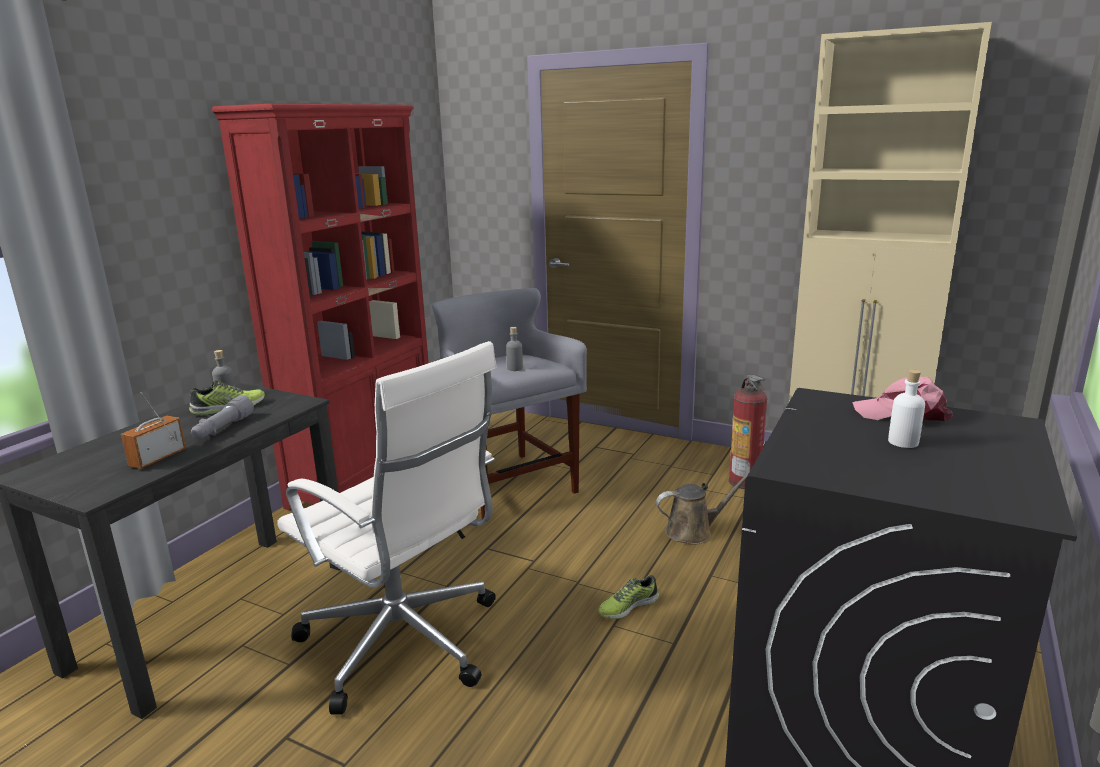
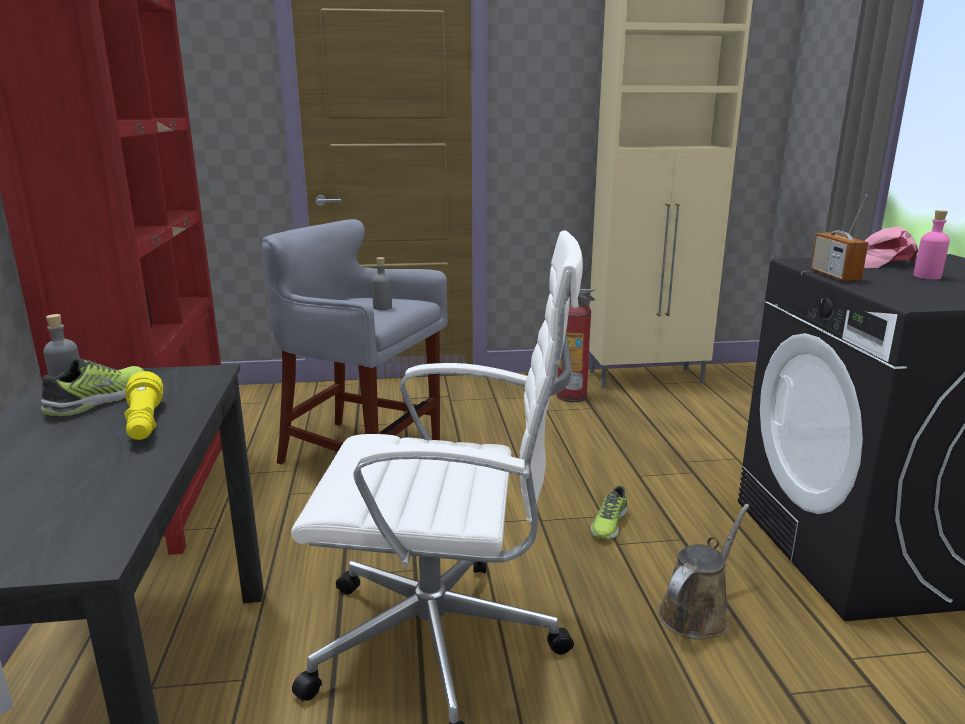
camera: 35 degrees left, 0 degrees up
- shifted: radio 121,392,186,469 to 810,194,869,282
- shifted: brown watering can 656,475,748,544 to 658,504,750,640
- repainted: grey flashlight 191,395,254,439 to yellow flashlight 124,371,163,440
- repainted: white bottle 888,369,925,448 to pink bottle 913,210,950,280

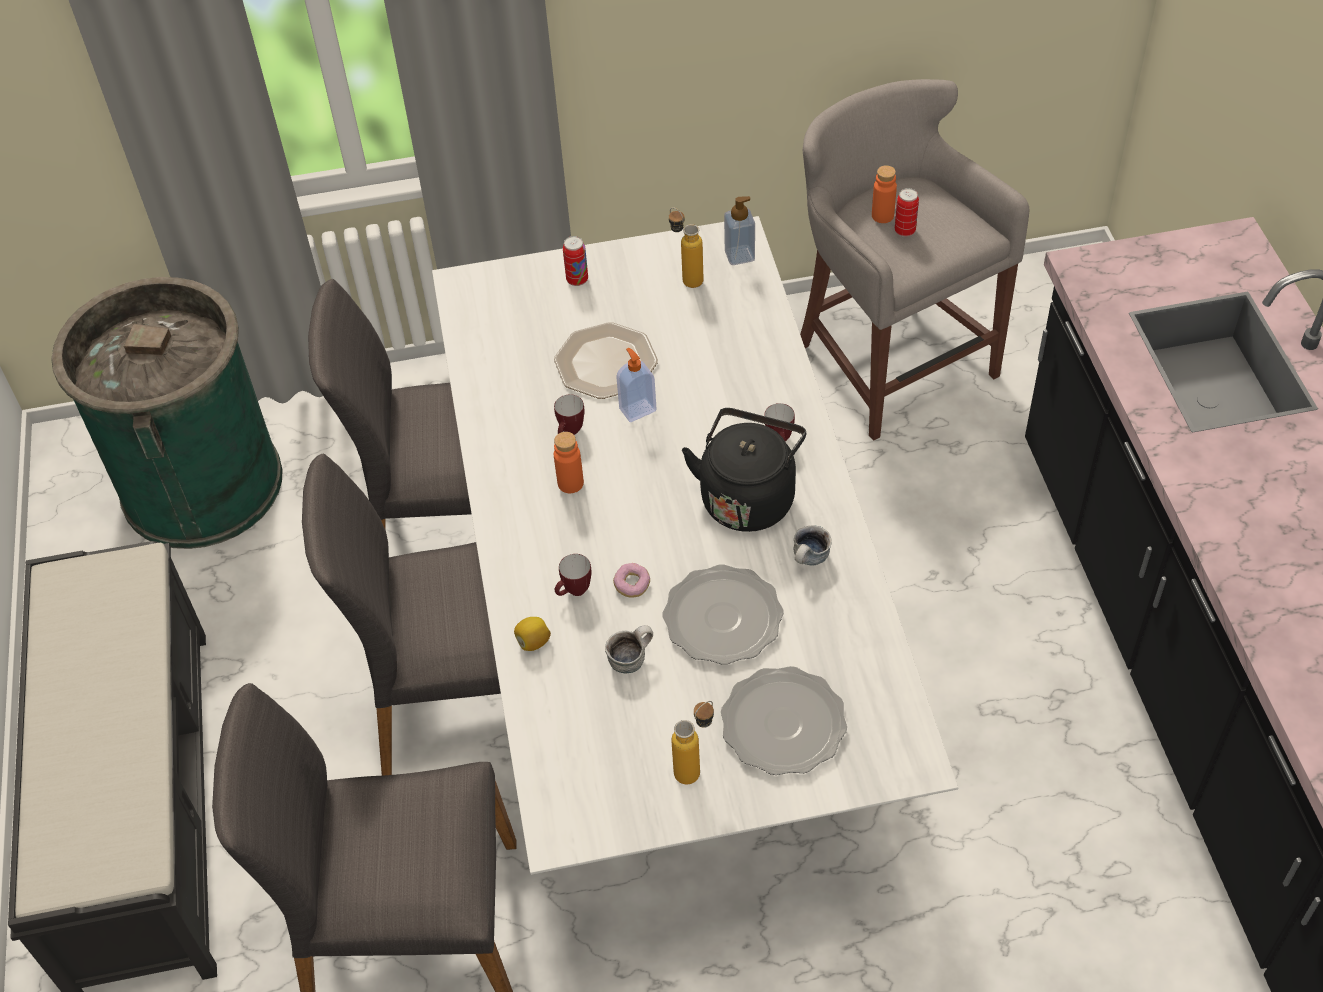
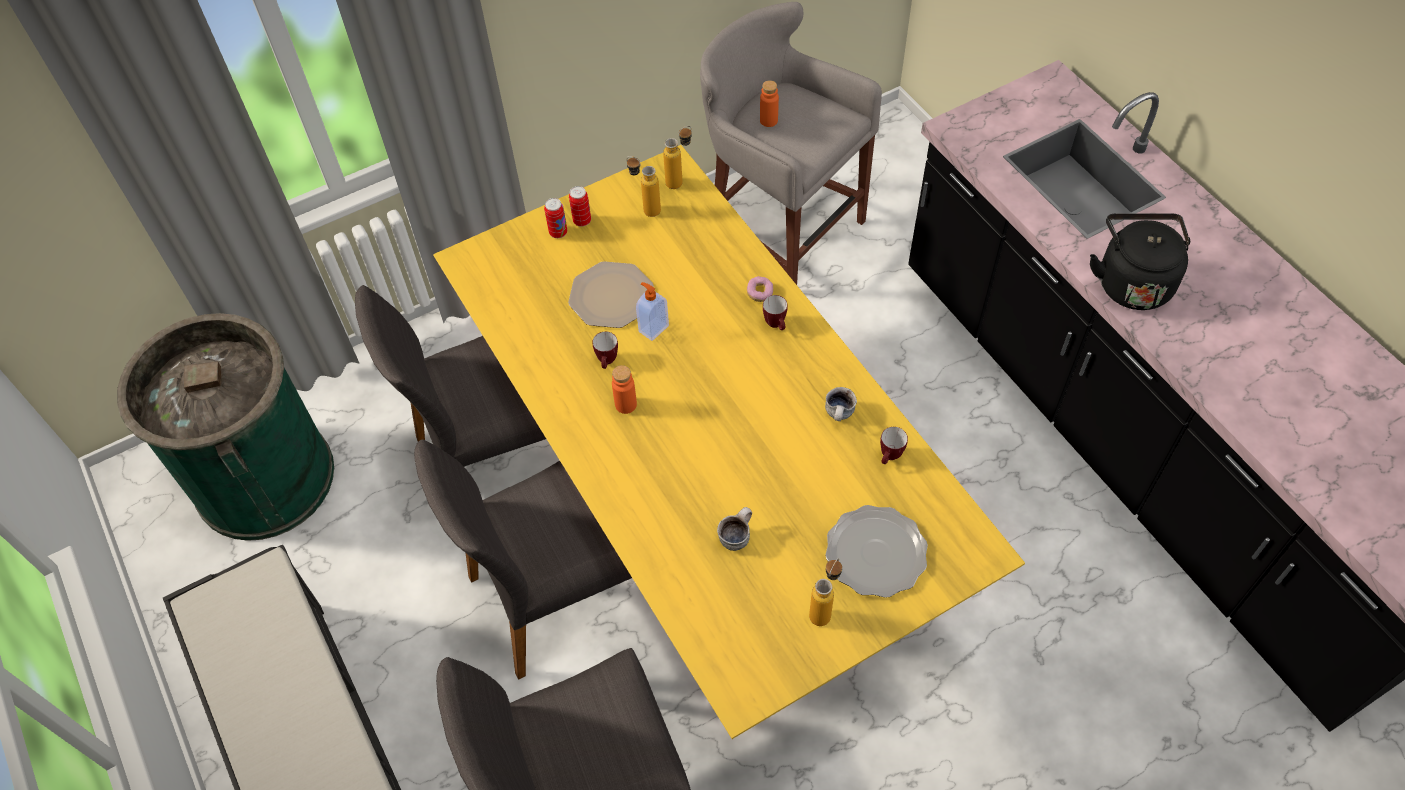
camera: 20 degrees left, 5 degrees up
- gone: lemon 514,617,551,651
- gone: plate 662,564,784,665
- shifted: mug 555,554,591,596 to 880,427,908,464
- shifted: donut 613,563,650,598 to 747,276,773,302
- shifted: black kettle 682,408,806,532 to 1090,213,1190,310
- shifted: can 895,188,919,237 to 569,186,591,227
- swapped: soap dispenser 724,196,755,265 to bottle 663,126,692,189
- repainted: white dining table 432,216,959,875 to yellow dining table 433,145,1025,739

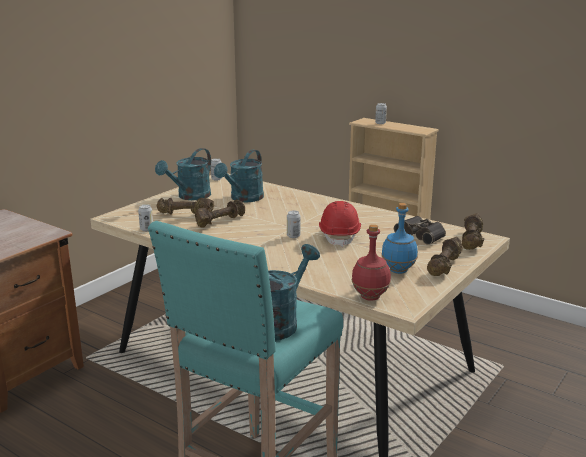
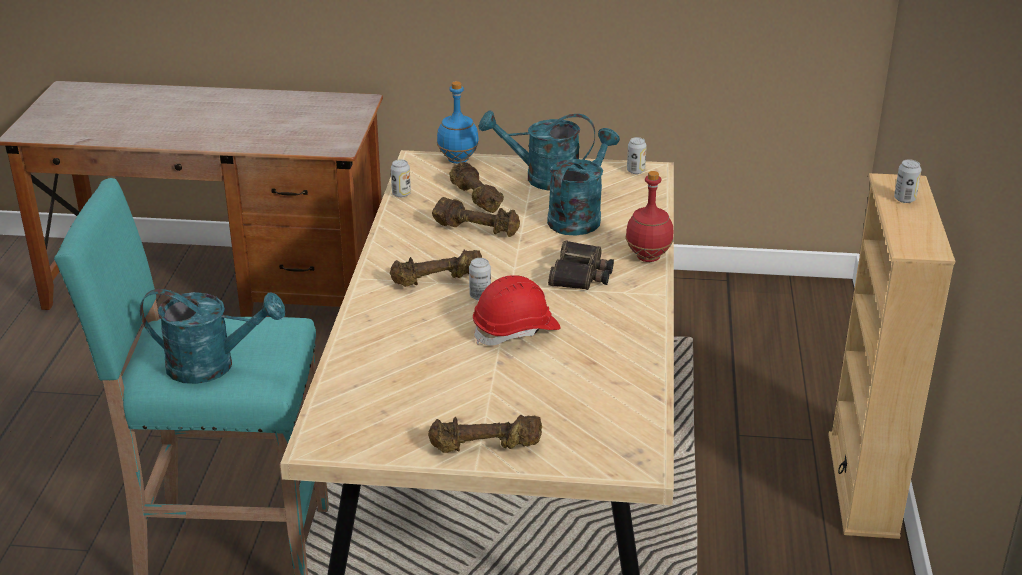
camera: 60 degrees right, 10 degrees up
- shifted: red bottle 352,224,391,301 to 625,171,674,262
- shifted: blue bottle 381,203,418,274 to 437,81,479,164
- shifted: binoculars 394,216,446,245 to 548,240,614,290
- shifted: brown dumbbell 462,213,484,250 to 390,249,482,287
- rotated: turquoise watering can 214,150,264,202 = 547,128,620,235 120 degrees clockwise

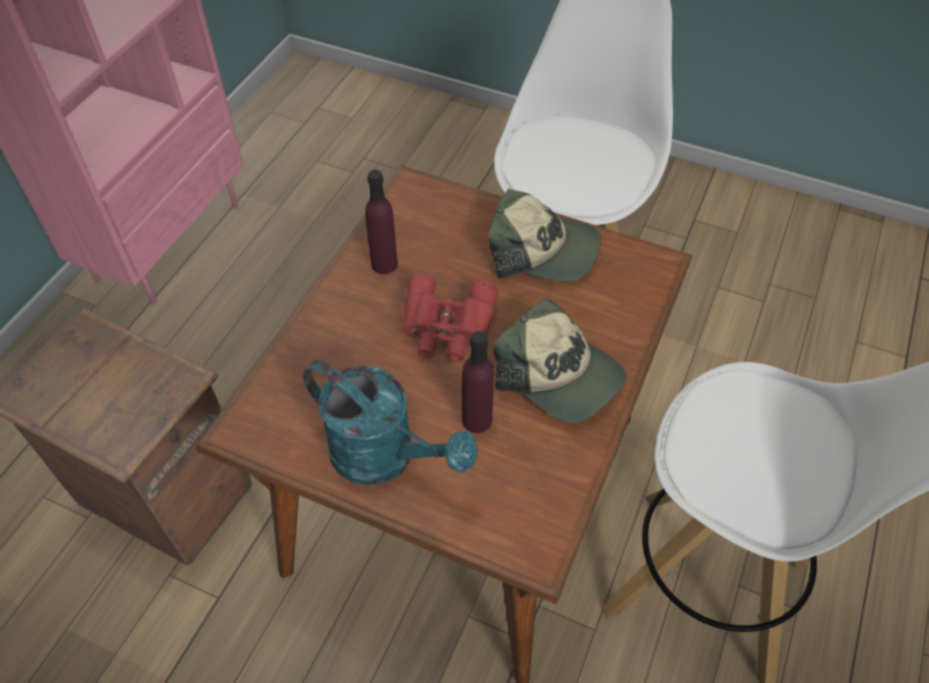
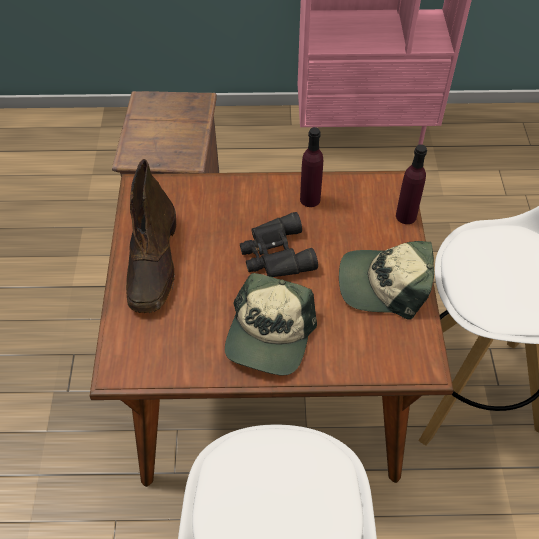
camera: 65 degrees right, 0 degrees up
- shifted: purple bottle 462,331,494,433 to 396,144,427,224
- swapped: turquoise watering can 303,360,478,486 to brown boot 126,159,176,313
- repainted: red binoculars 403,274,498,361 to black binoculars 240,212,318,277
- rotated: cap 488,189,601,282 = 339,241,434,320 105 degrees clockwise

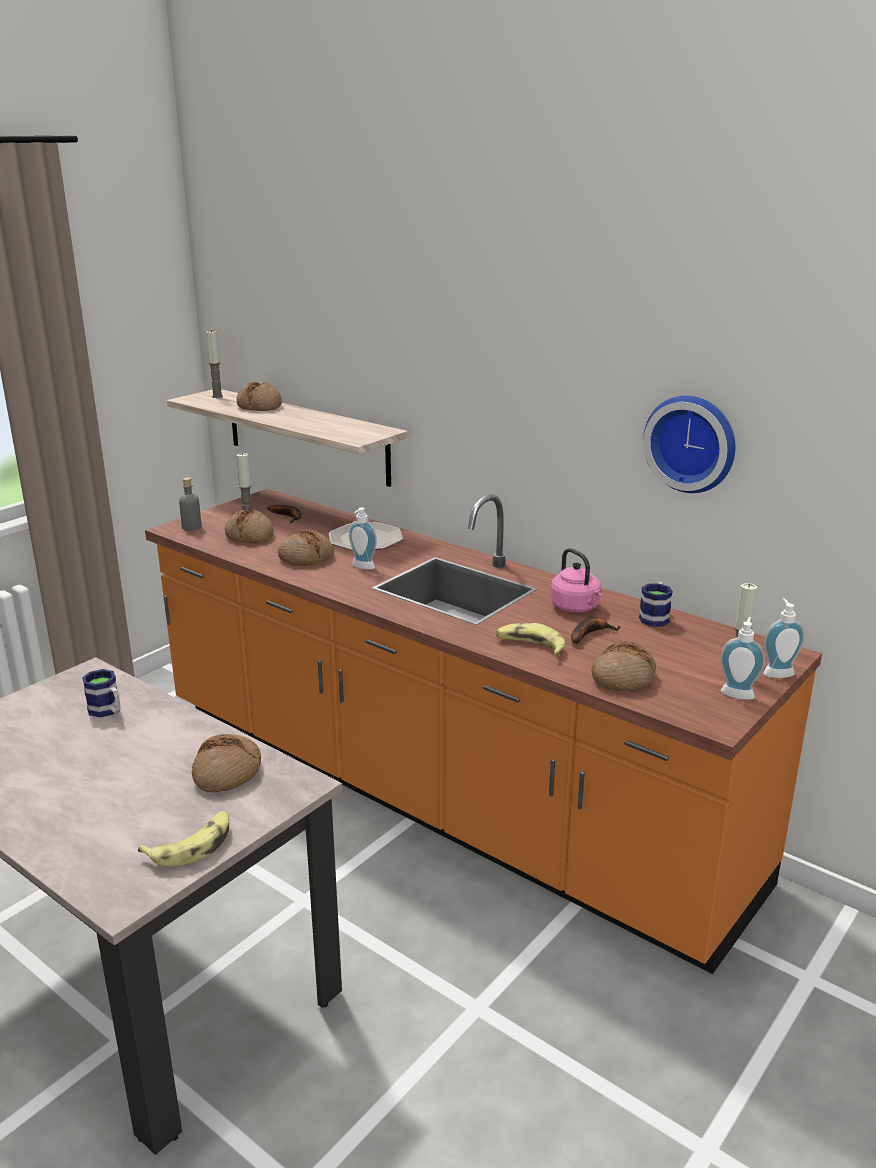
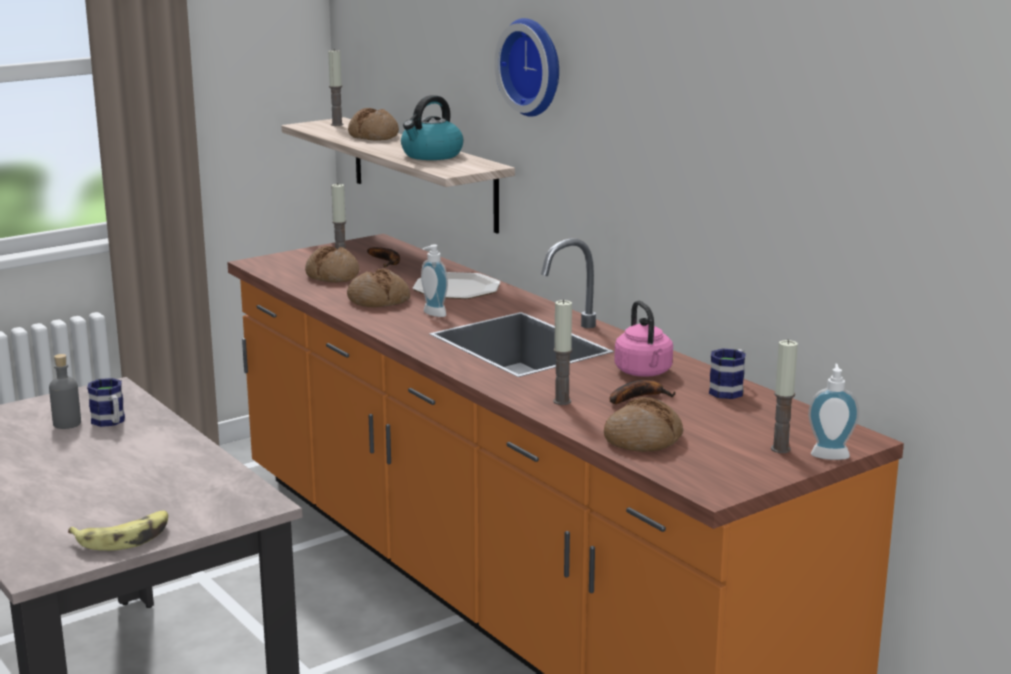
camera: 15 degrees right, 5 degrees down
- gone: bread 192,734,261,792
- gone: soap dispenser 720,617,765,700
- new: kettle 401,95,463,160
- shifted: grey bottle 179,477,201,531 to 49,354,81,429
- shifted: wall clock 643,396,736,493 to 495,18,559,117
- swapped: banana 496,623,565,656 to candle 553,299,572,405

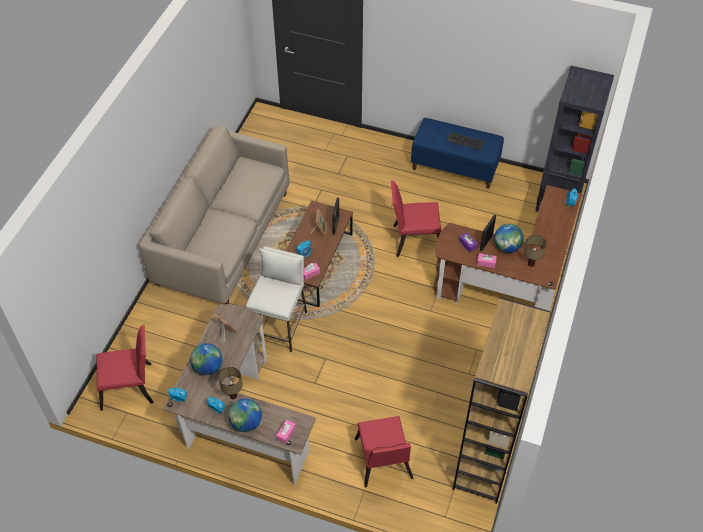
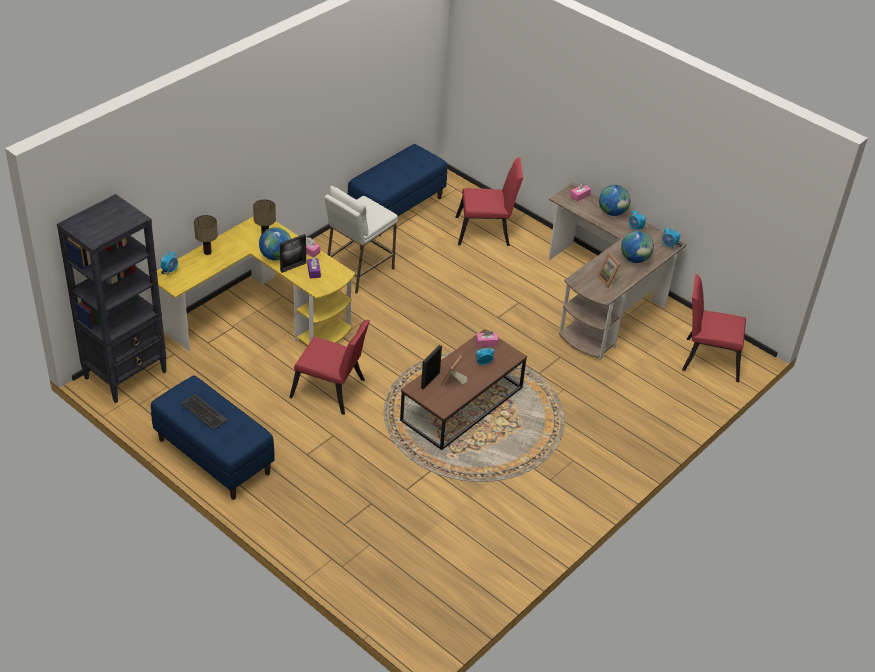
camera: 160 degrees left, 10 degrees down
- gone: beige sofa 139,125,290,304
- shifted: table lamp 218,367,243,399 to 194,215,218,255
- shifted: white stool 245,246,307,352 to 325,186,398,294
- swapped: brown bookcase 453,297,551,504 to blue bench 347,144,447,236
- repainted: brown desk 434,185,582,311 to yellow desk 157,216,355,351
- rotated: red chair 355,416,413,487 = 455,157,523,246 75 degrees clockwise

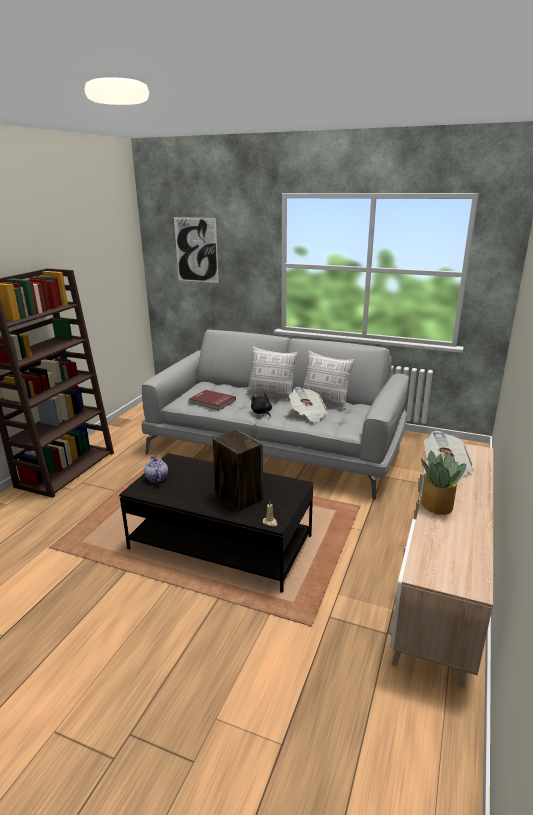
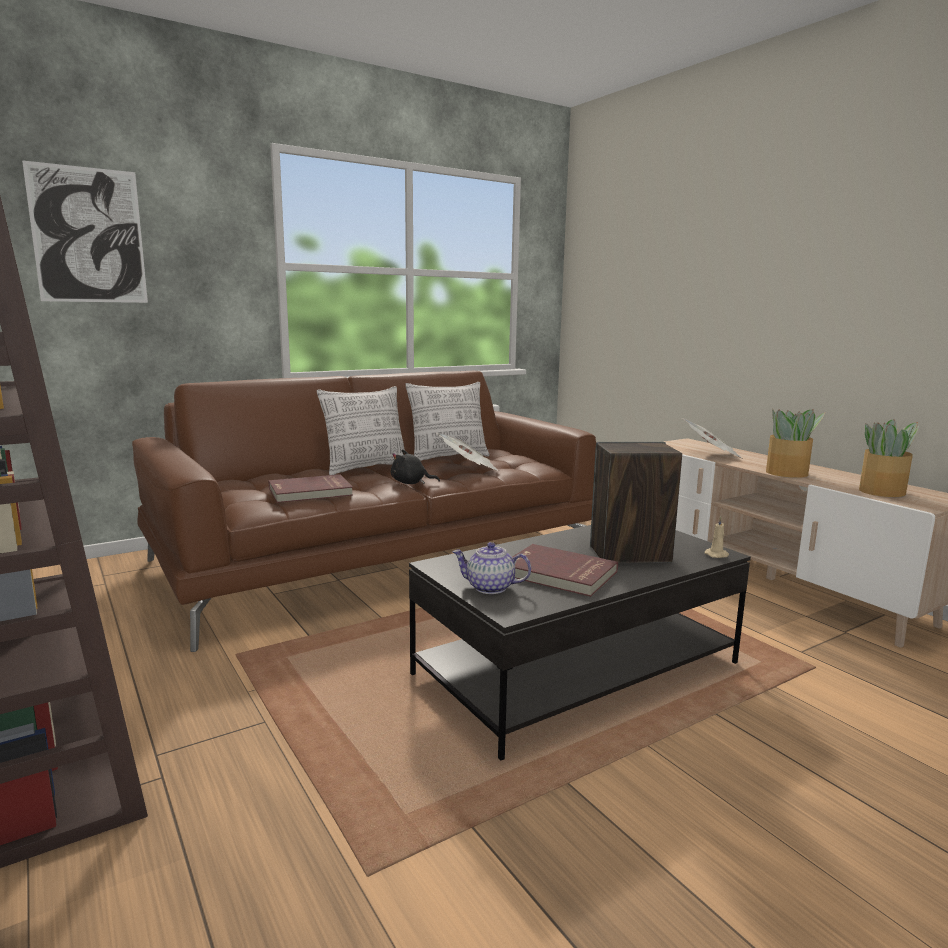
camera: 55 degrees left, 10 degrees down
- new: red book 512,544,618,597
- new: potted plant 859,419,919,497
- repainted: grey sofa 142,330,409,499 to brown sofa 132,371,596,652

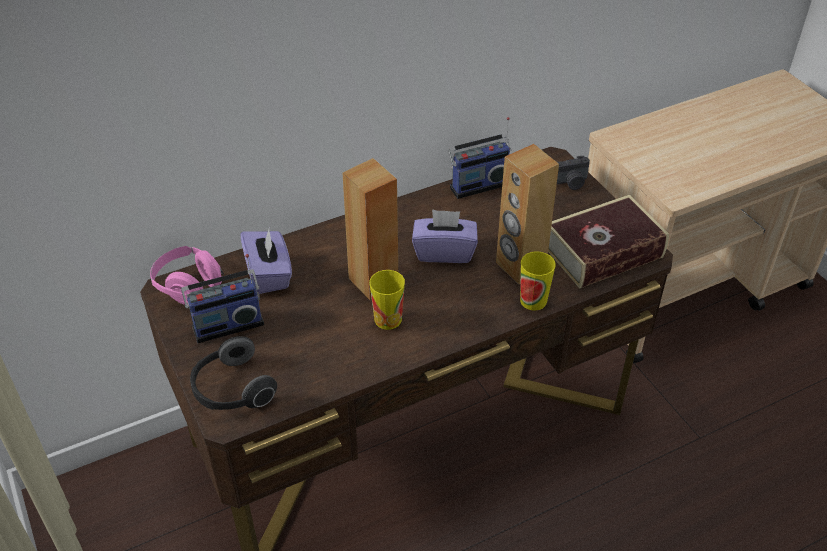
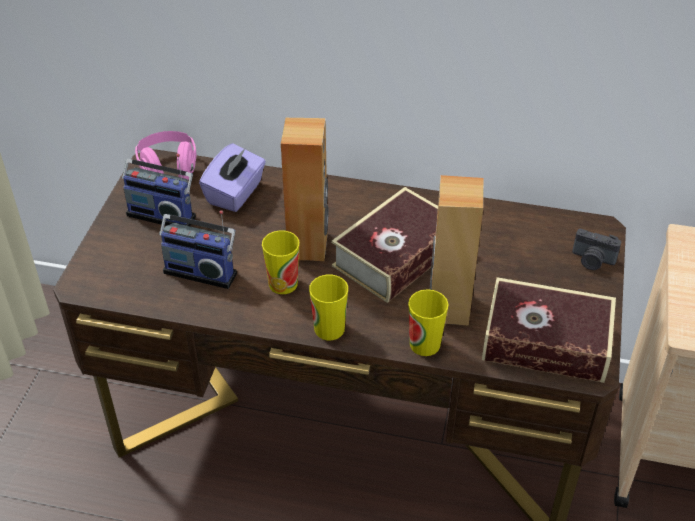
camera: 40 degrees right, 0 degrees up
- gone: headphones 190,336,277,410
- new: cup 309,275,348,340
- shifted: radio 448,117,511,199 to 159,210,237,289
- swapped: purple tissue box 412,209,478,263 to book 331,187,438,303

